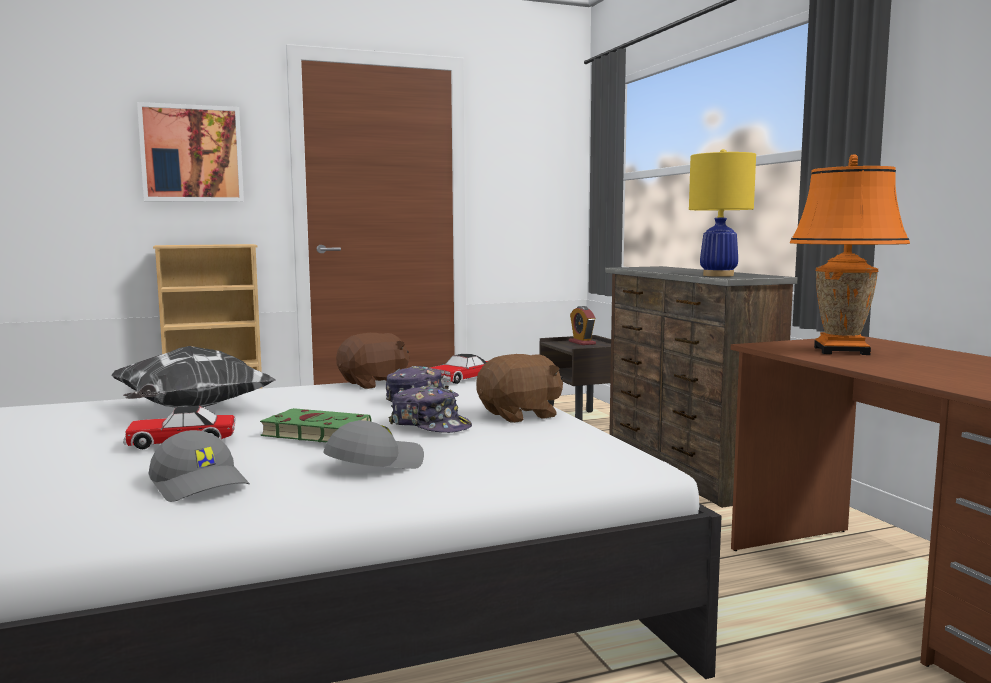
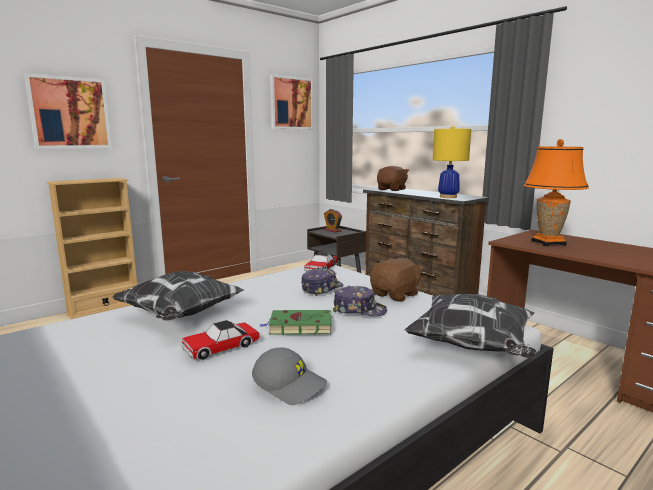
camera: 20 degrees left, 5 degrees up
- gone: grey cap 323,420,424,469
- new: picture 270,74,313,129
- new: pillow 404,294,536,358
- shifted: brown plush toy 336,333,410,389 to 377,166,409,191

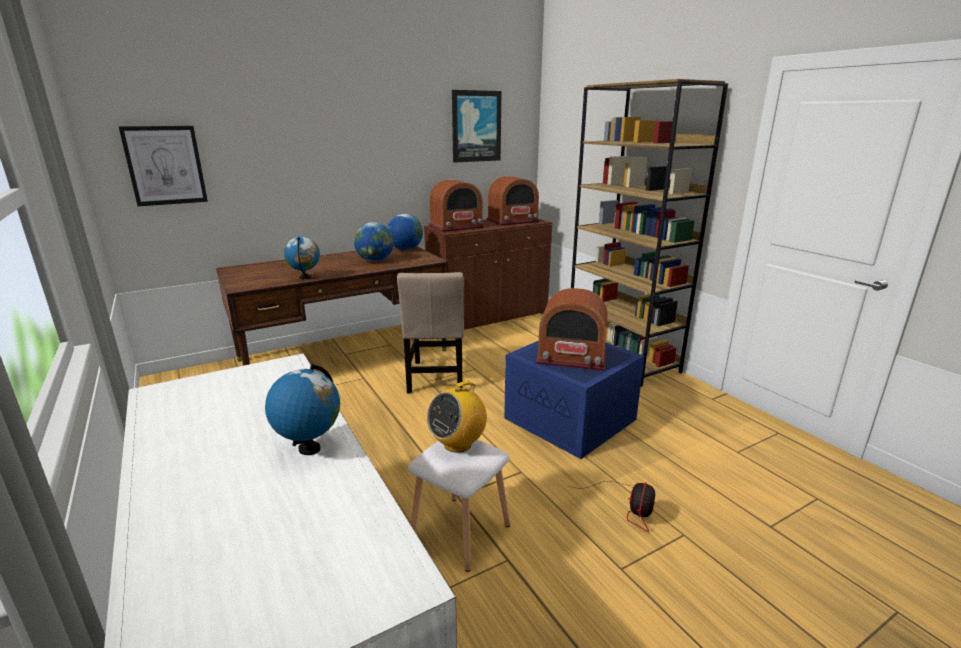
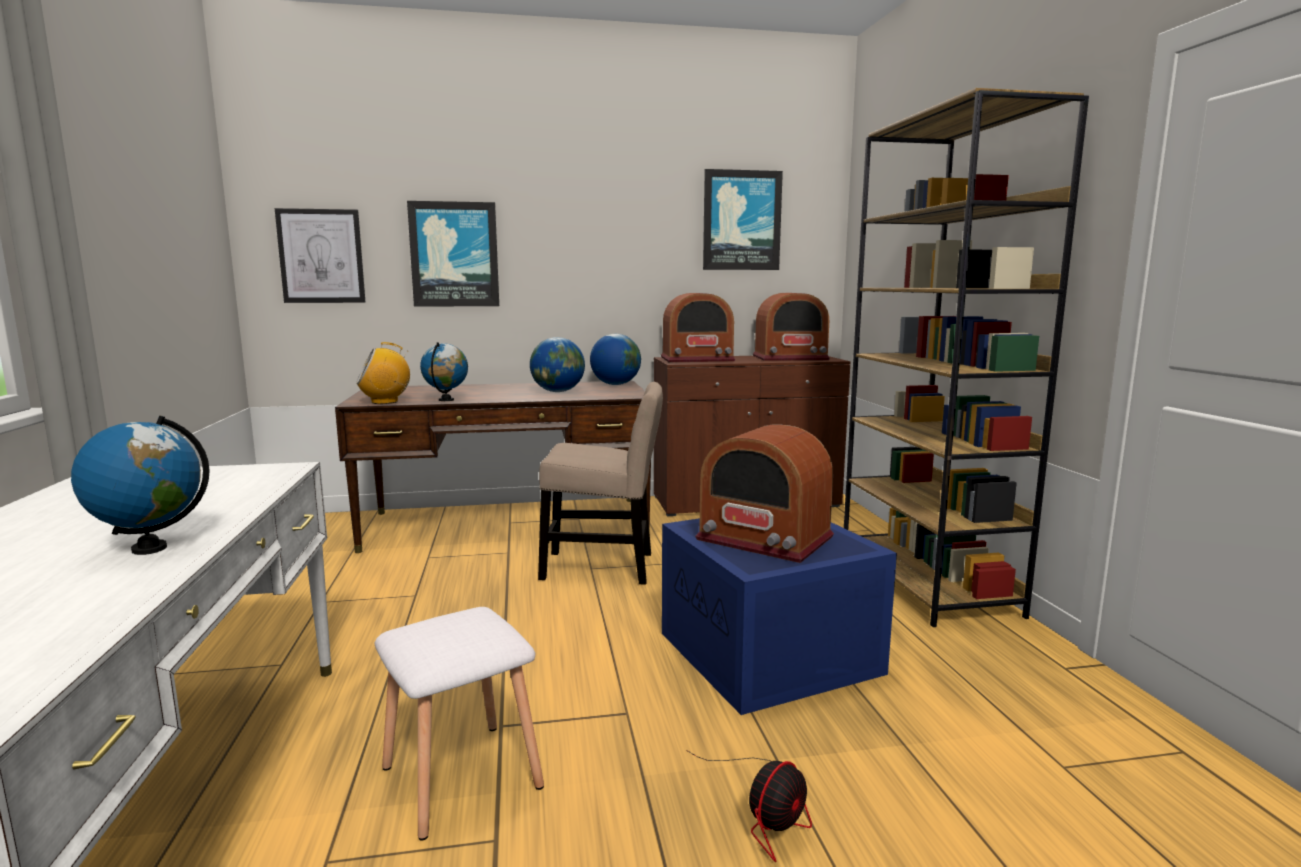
camera: 20 degrees right, 10 degrees down
- new: picture 407,201,499,307
- shifted: radio 427,381,487,453 to 356,342,410,404
- rotated: beige chair 397,272,464,393 = 538,382,663,585 105 degrees counterclockwise

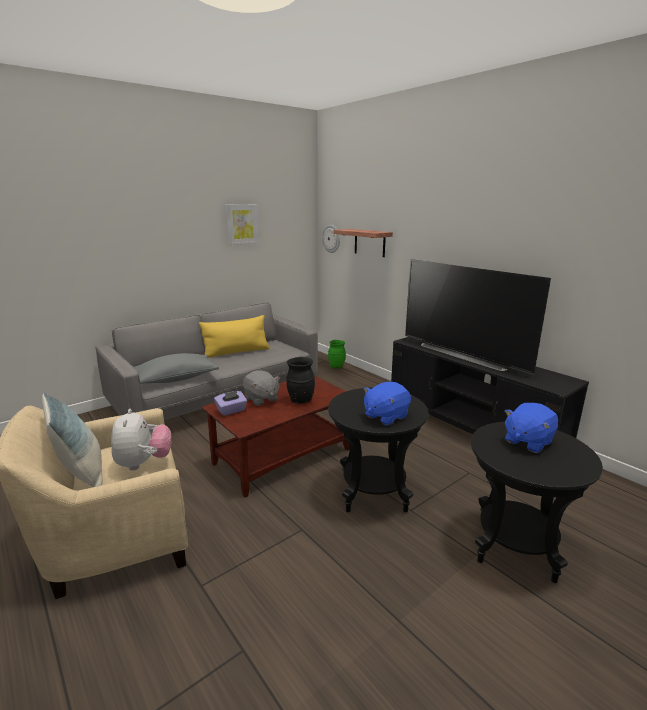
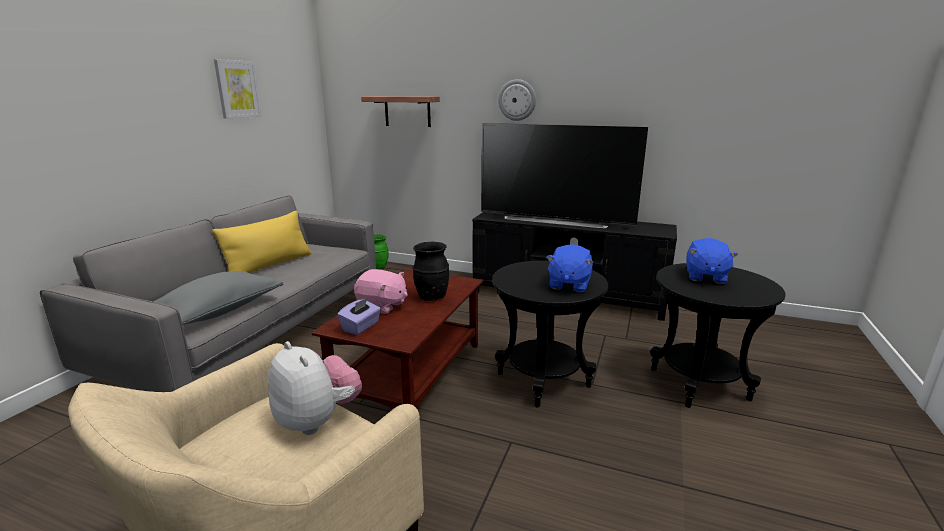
camera: 30 degrees left, 0 degrees up
- gone: pillow 42,392,102,487
- shifted: wall clock 322,225,340,253 to 498,79,536,121
- repainted: grey plush toy 243,370,280,406 to pink plush toy 354,269,408,314

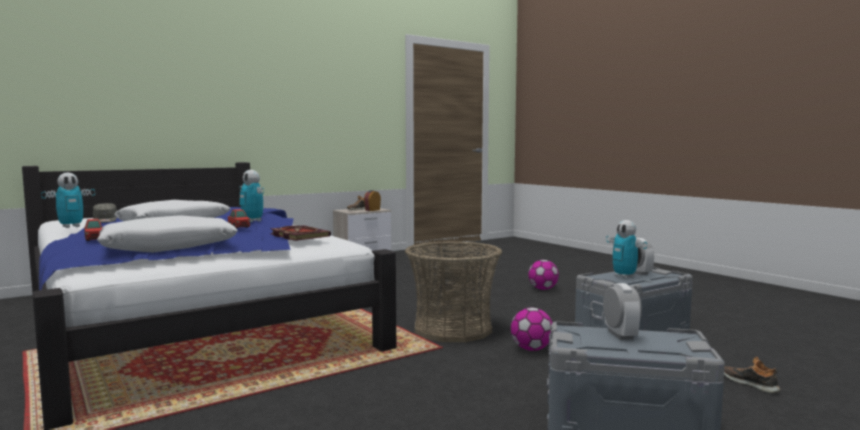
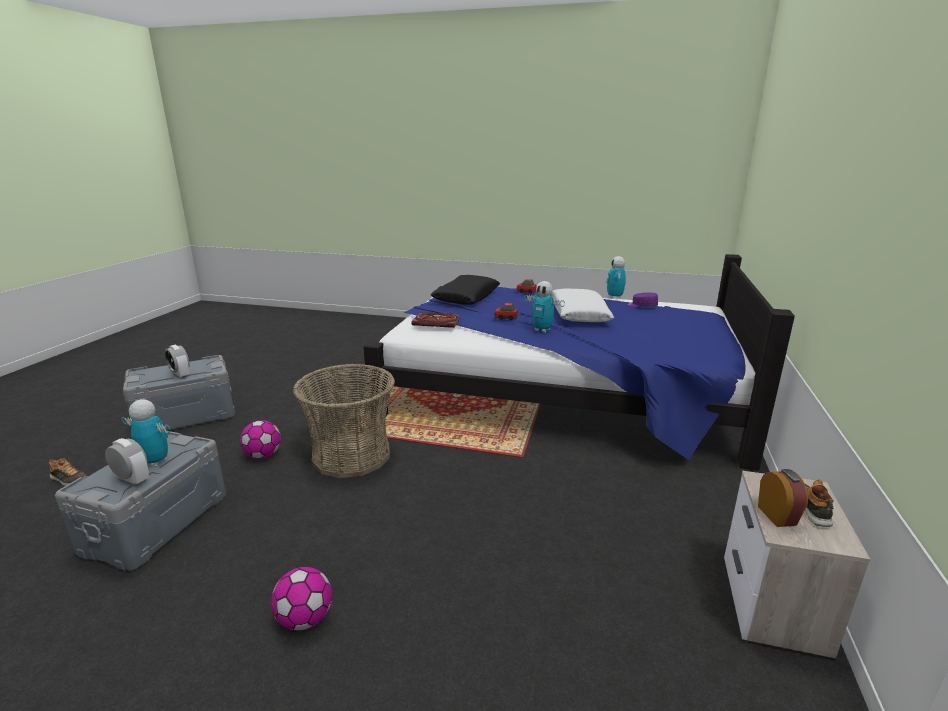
camera: 140 degrees right, 15 degrees up
- repainted: grey cap 93,203,117,223 to purple cap 626,292,658,307
- repainted: white pillow 97,215,238,253 to black pillow 430,275,500,305
- rotated: toy robot 239,170,264,222 = 524,281,565,333 150 degrees counterclockwise

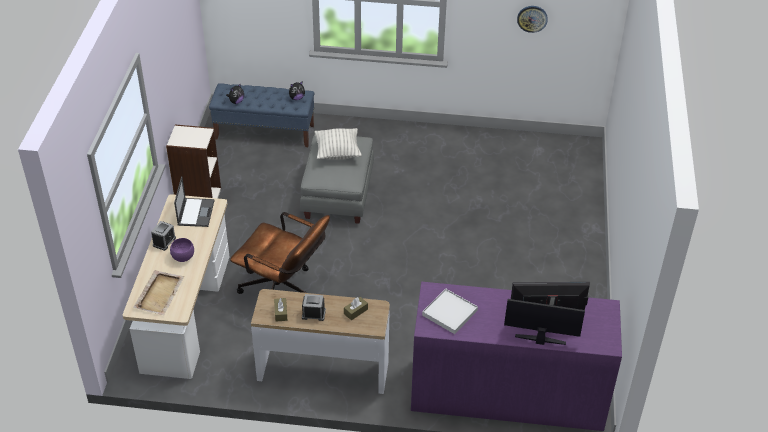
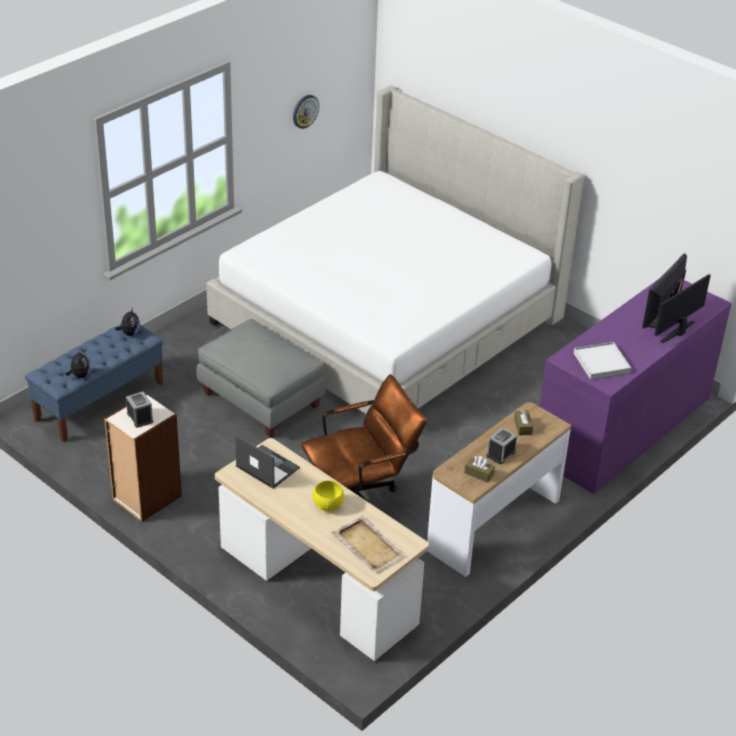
camera: 55 degrees left, 5 degrees down
- gone: pillow 315,128,362,160
- new: bed 206,85,584,414
- shifted: alarm clock 151,221,176,251 to 126,391,153,428
- repainted: purple bowl 170,238,194,262 to yellow bowl 312,480,344,511

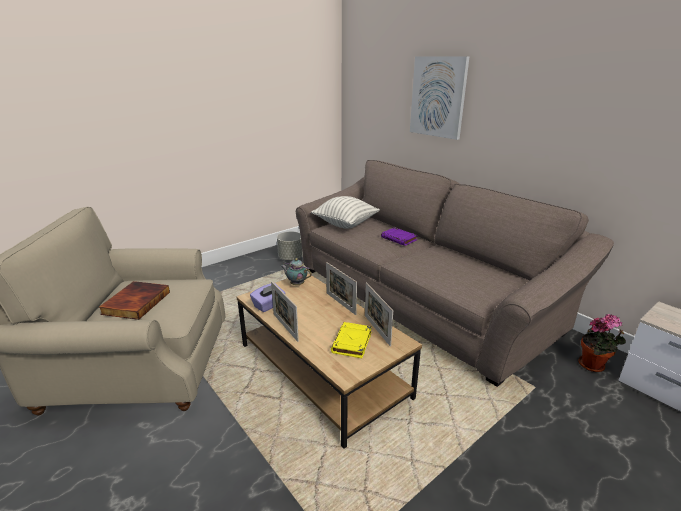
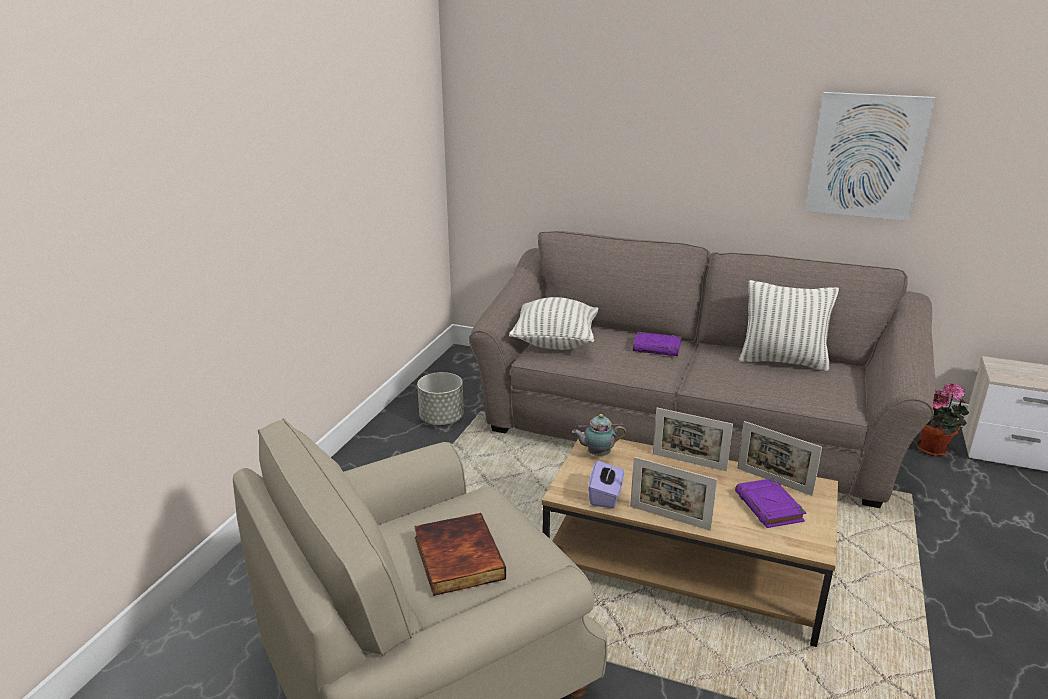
camera: 30 degrees left, 0 degrees up
- new: pillow 739,280,839,371
- shifted: picture 410,56,470,140 to 805,92,935,221
- repainted: yellow book 331,322,372,358 to purple book 735,478,806,528

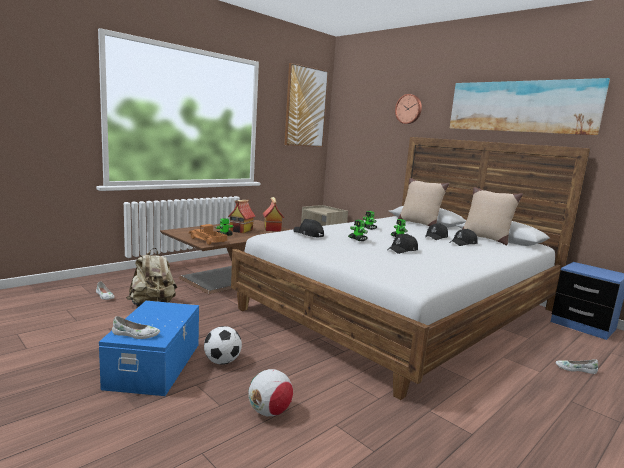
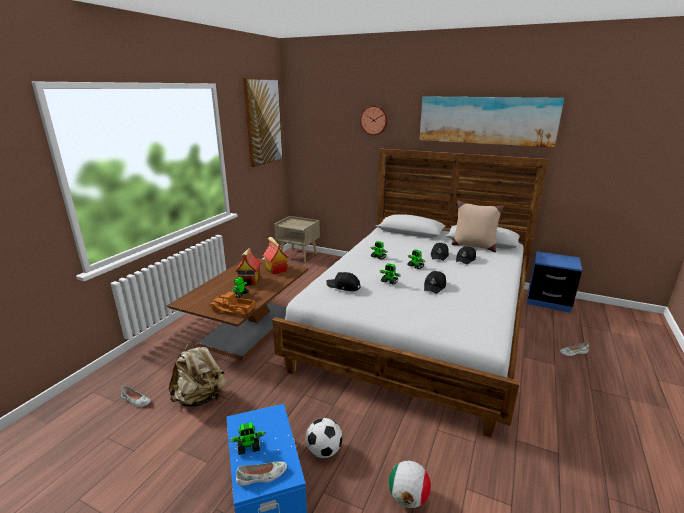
camera: 20 degrees left, 10 degrees up
- gone: beige pillow 398,178,449,226
- new: toy robot 230,422,266,455

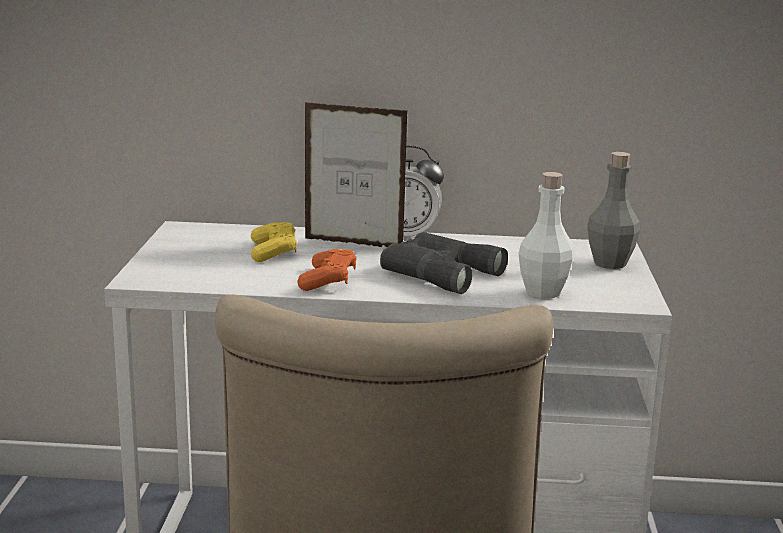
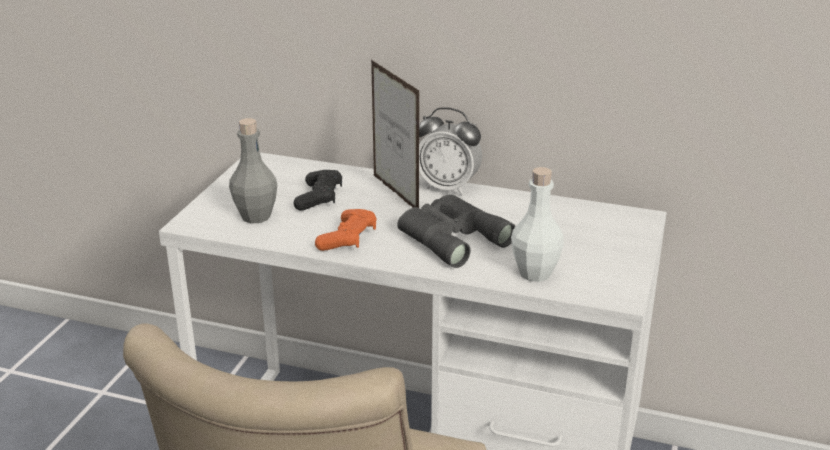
camera: 15 degrees right, 10 degrees up
- shifted: grey bottle 587,152,640,269 to 229,118,277,224
- repainted: yellow game controller 251,222,297,262 to black game controller 294,170,342,211
- rotated: picture frame 305,102,408,247 = 371,60,419,208 150 degrees counterclockwise

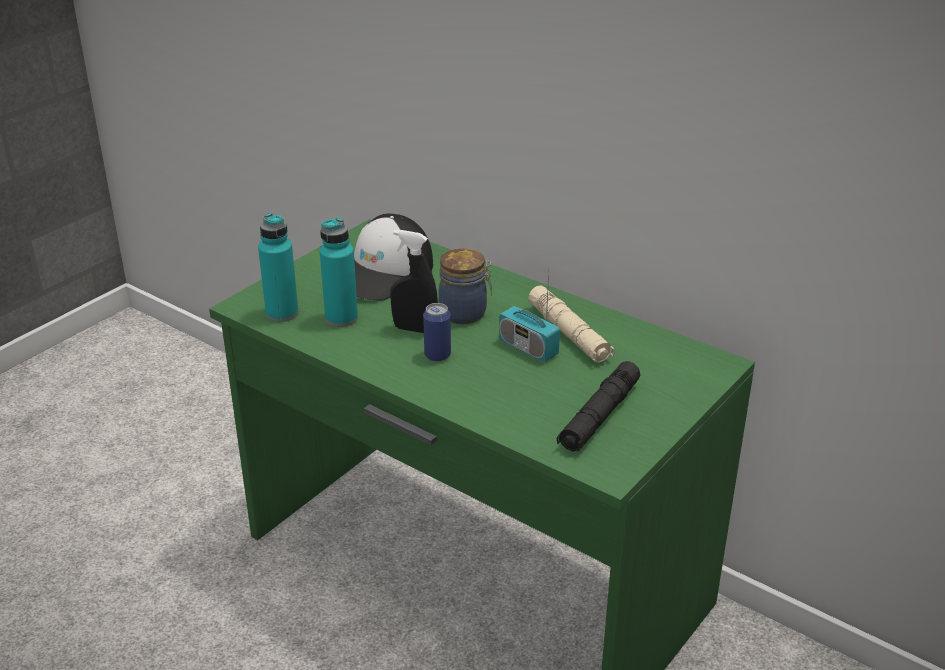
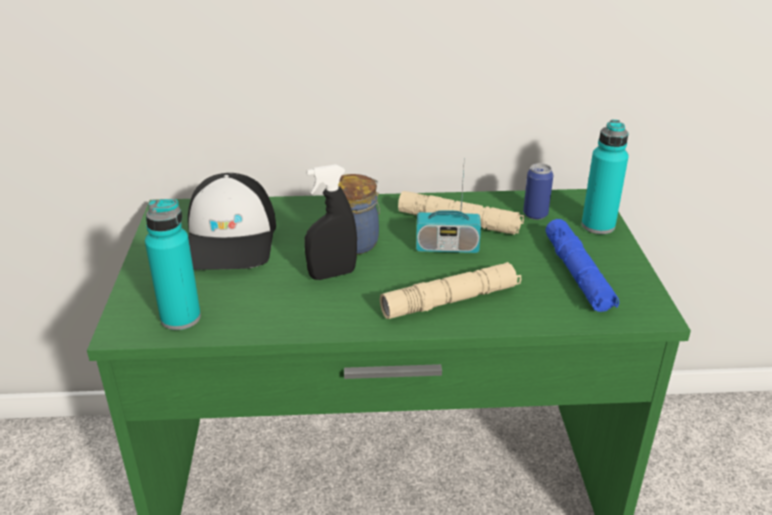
camera: 40 degrees left, 0 degrees up
- new: beige flashlight 380,262,521,319
- shifted: turquoise bottle 320,217,358,327 to 581,120,629,234
- shifted: can 423,303,451,362 to 523,163,553,220
- repainted: black flashlight 557,361,640,452 to blue flashlight 545,219,619,312

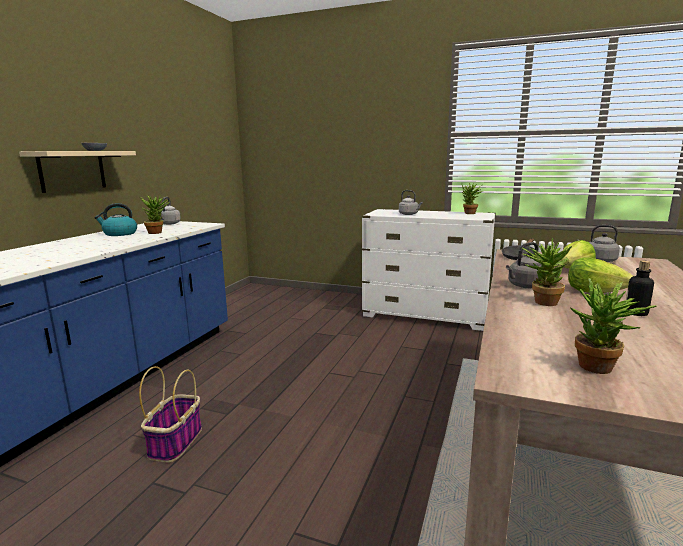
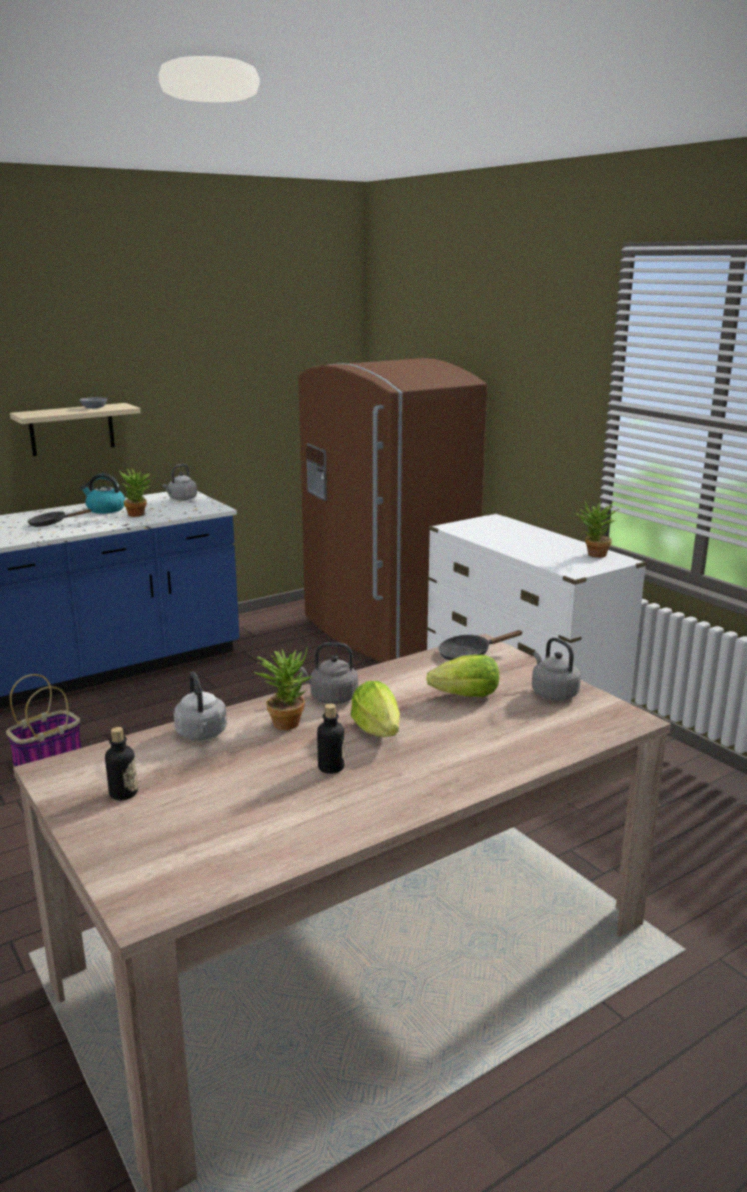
camera: 35 degrees right, 5 degrees up
- new: black frying pan 27,509,92,527
- new: brown fridge 298,358,487,663
- shifted: grey kettle 399,190,423,215 to 174,672,227,741
- swapped: potted plant 569,278,656,374 to bottle 105,727,138,800

